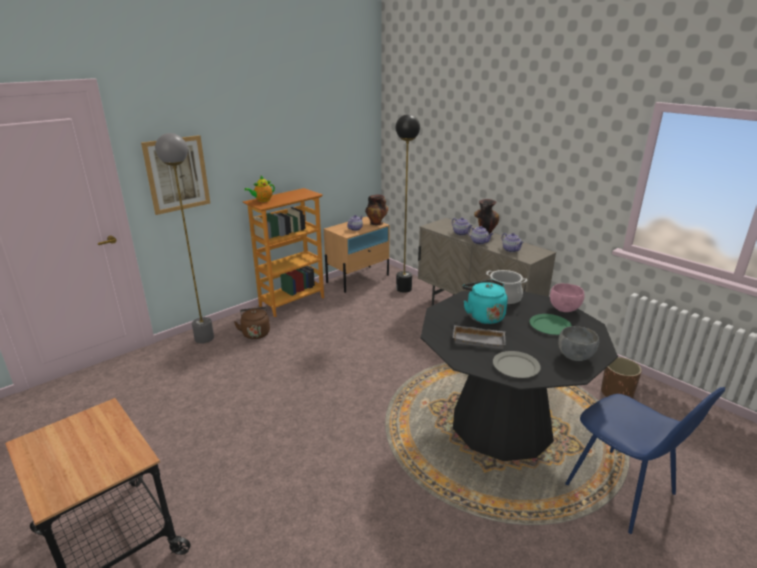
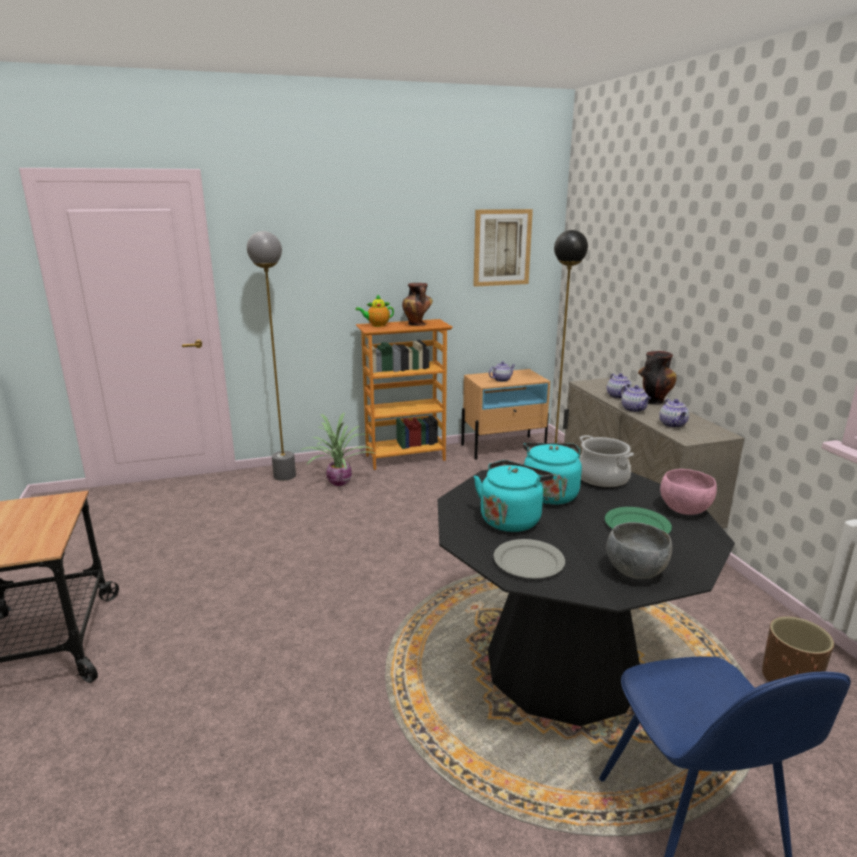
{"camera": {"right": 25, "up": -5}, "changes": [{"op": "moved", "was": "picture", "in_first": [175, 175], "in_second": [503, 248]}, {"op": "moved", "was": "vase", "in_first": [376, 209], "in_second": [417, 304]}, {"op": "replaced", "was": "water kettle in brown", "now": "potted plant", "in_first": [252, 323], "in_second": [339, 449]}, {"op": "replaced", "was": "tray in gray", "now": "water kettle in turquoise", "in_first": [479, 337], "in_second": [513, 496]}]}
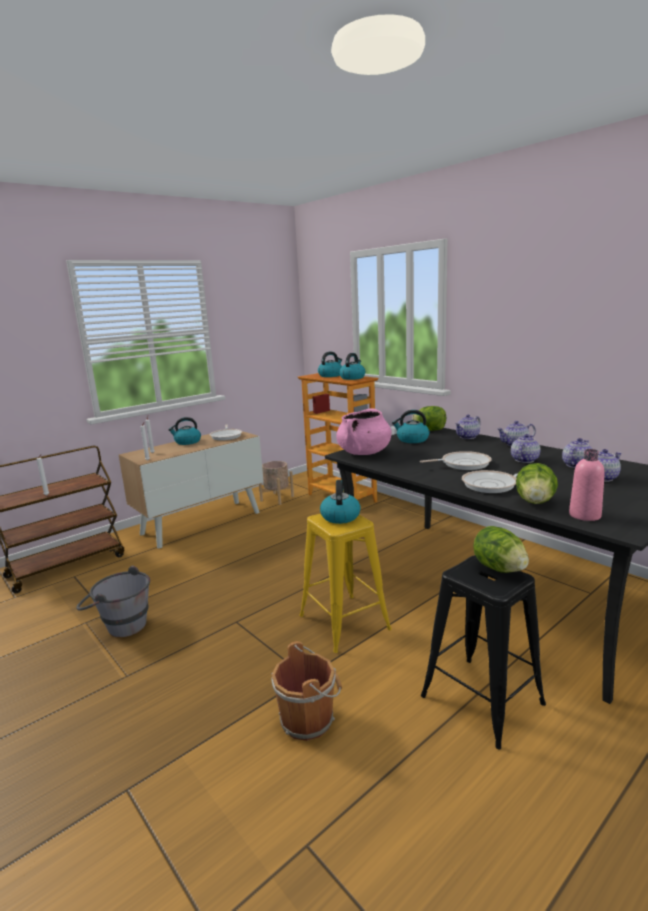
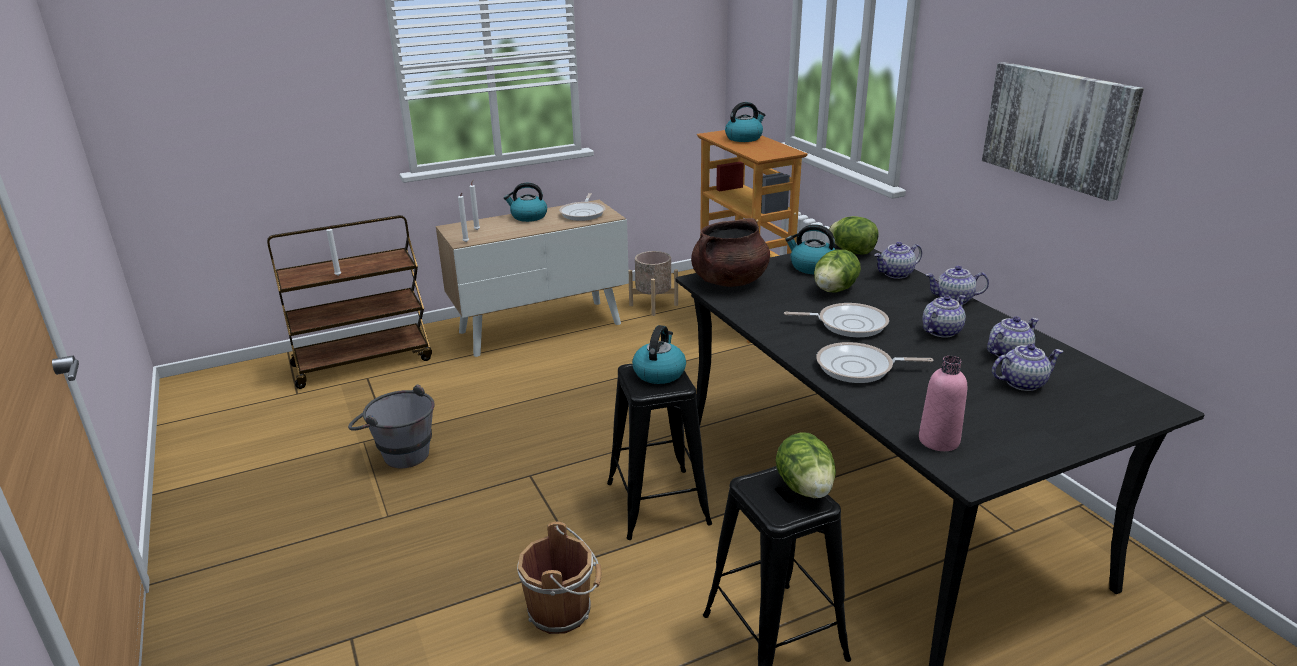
{"camera": {"right": 15, "up": 10}, "changes": [{"op": "removed", "was": "water kettle", "in_first": [352, 366]}, {"op": "added", "now": "picture", "in_second": [1063, 131]}, {"op": "moved", "was": "lettuce head", "in_first": [537, 483], "in_second": [837, 271]}, {"op": "recoloured", "was": "stool in yellow", "now": "stool in black-coloured", "in_first": [345, 583], "in_second": [659, 452]}, {"op": "recoloured", "was": "saucepot in pink", "now": "saucepot in brown", "in_first": [364, 431], "in_second": [730, 252]}]}
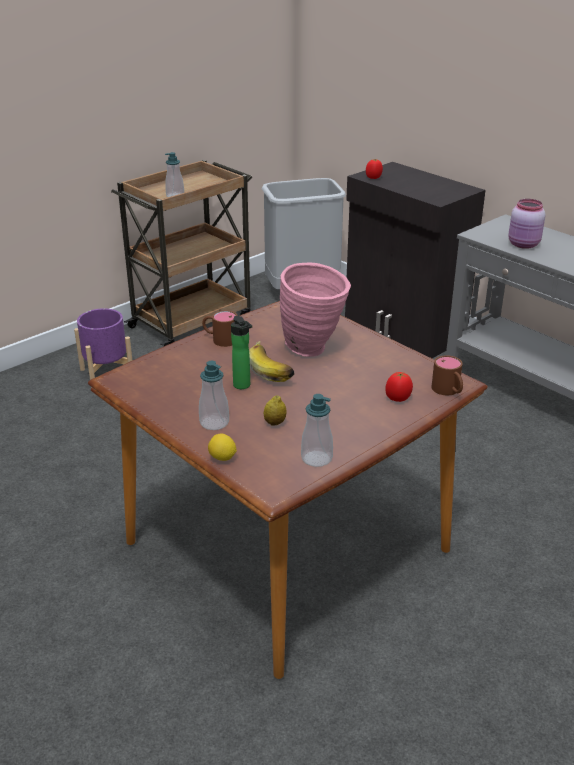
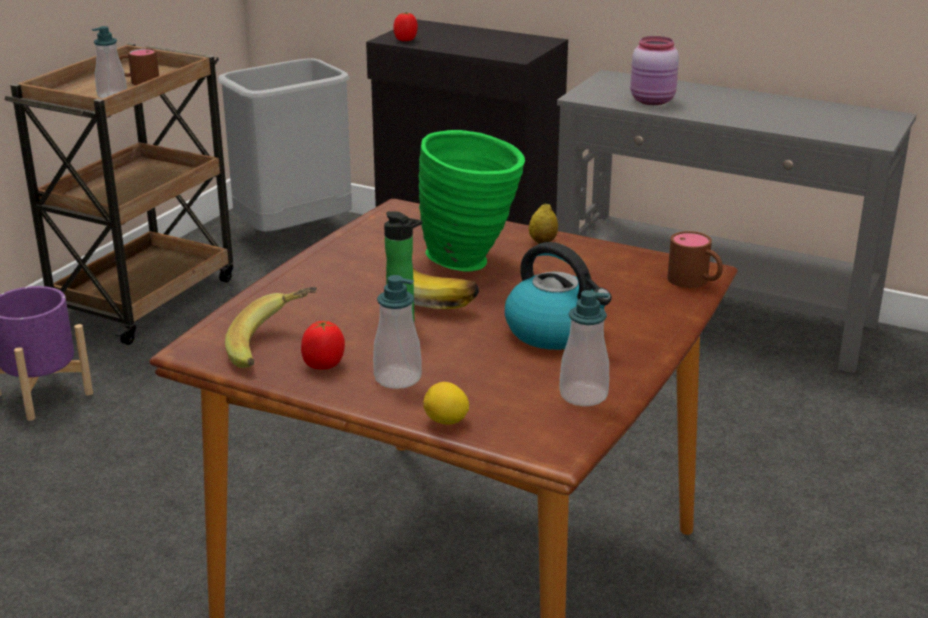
{"camera": {"right": -20, "up": -5}, "changes": [{"op": "added", "now": "banana fruit", "in_second": [271, 327]}, {"op": "added", "now": "water kettle", "in_second": [558, 296]}, {"op": "moved", "was": "coffee mug in brown", "in_first": [219, 328], "in_second": [139, 66]}, {"op": "moved", "was": "lemon", "in_first": [275, 410], "in_second": [543, 223]}, {"op": "moved", "was": "whole tomato", "in_first": [399, 387], "in_second": [323, 345]}, {"op": "recoloured", "was": "vase in pink", "now": "vase in green-coloured", "in_first": [315, 310], "in_second": [472, 201]}]}
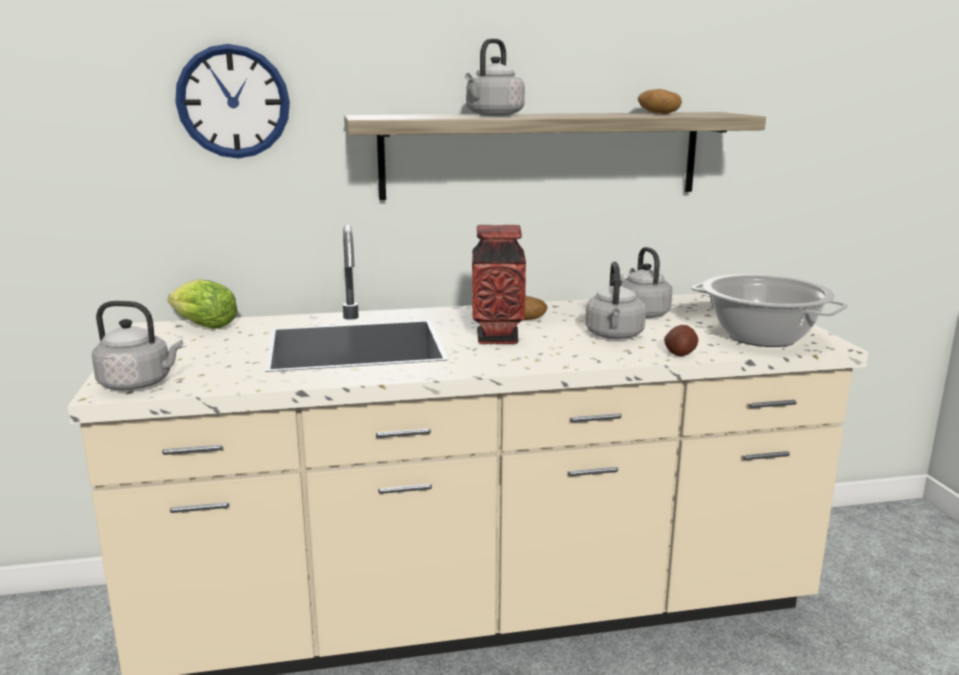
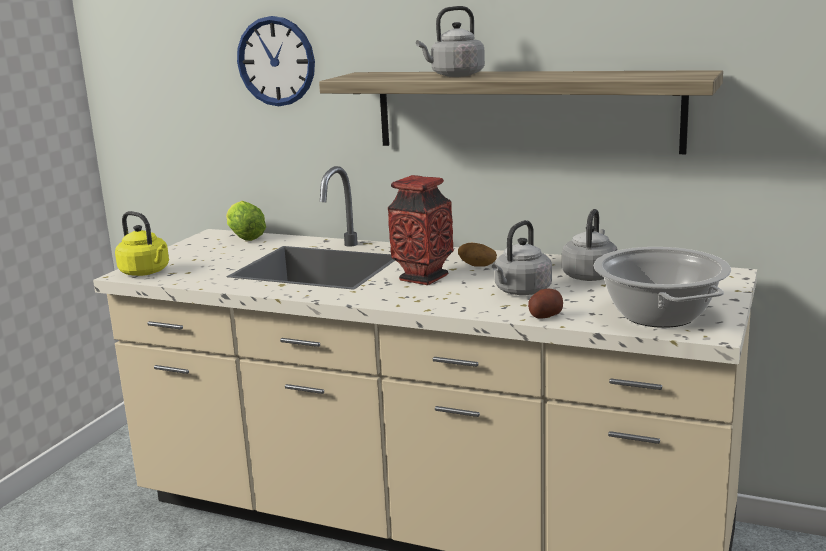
{"camera": {"right": 35, "up": 0}, "changes": [{"op": "removed", "was": "potato", "in_first": [660, 101]}, {"op": "recoloured", "was": "water kettle in gray", "now": "water kettle in yellow", "in_first": [137, 345], "in_second": [142, 243]}]}
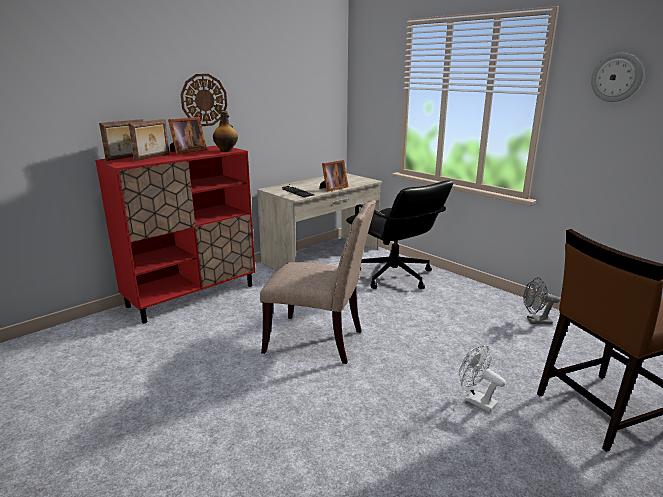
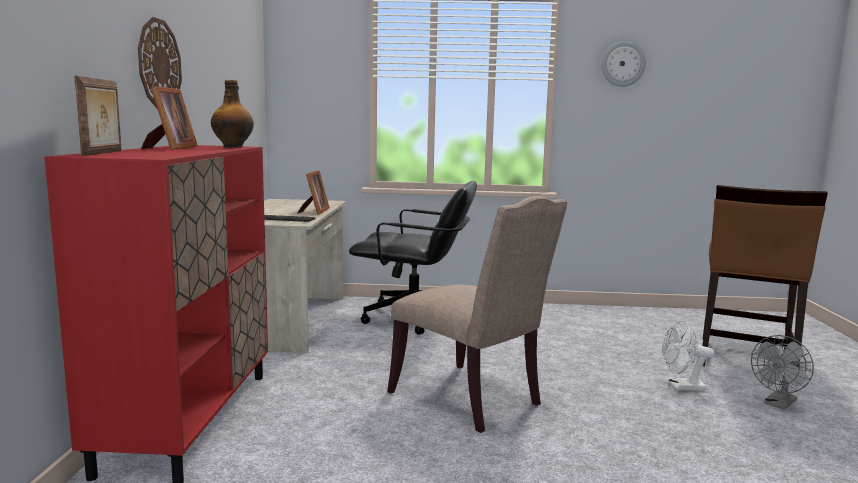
{"camera": {"right": -45, "up": -10}, "changes": [{"op": "removed", "was": "photo frame", "in_first": [149, 140]}, {"op": "moved", "was": "electric fan in gray", "in_first": [541, 301], "in_second": [782, 372]}, {"op": "turned", "was": "upright chair in beige-coloured", "in_first": [318, 282], "in_second": [477, 314], "clockwise": 75}]}
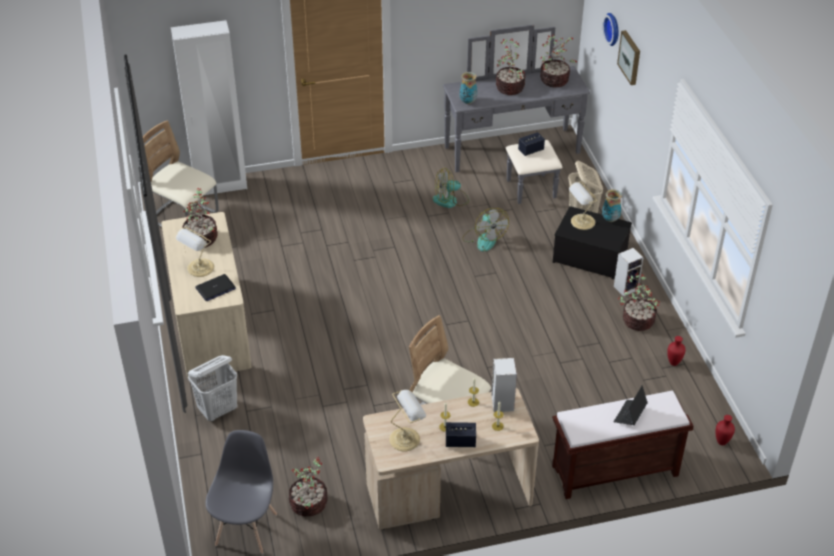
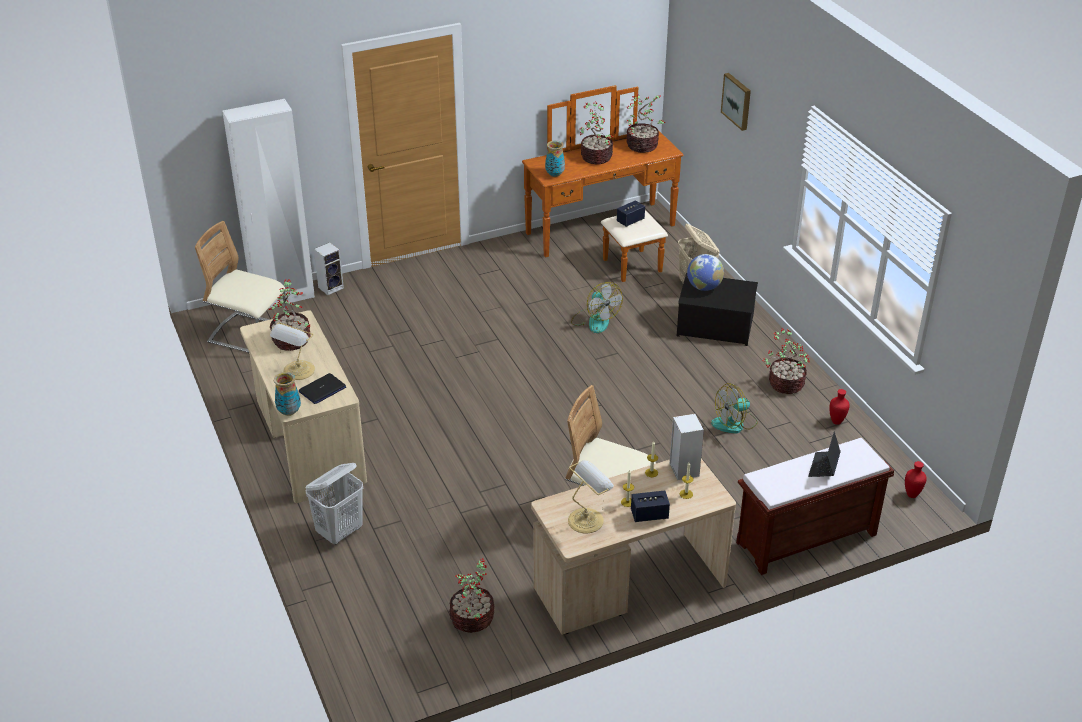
{"camera": {"right": -10, "up": -5}, "changes": [{"op": "removed", "was": "upright chair in gray", "in_first": [241, 492]}, {"op": "removed", "was": "clock on the wall", "in_first": [611, 29]}, {"op": "moved", "was": "electric fan", "in_first": [451, 188], "in_second": [734, 408]}, {"op": "moved", "was": "vase", "in_first": [612, 205], "in_second": [287, 394]}, {"op": "moved", "was": "speaker", "in_first": [629, 272], "in_second": [329, 268]}, {"op": "replaced", "was": "tabletop lamp", "now": "globe", "in_first": [583, 205], "in_second": [705, 272]}, {"op": "recoloured", "was": "dresser in gray", "now": "dresser in brown", "in_first": [516, 114], "in_second": [603, 183]}]}
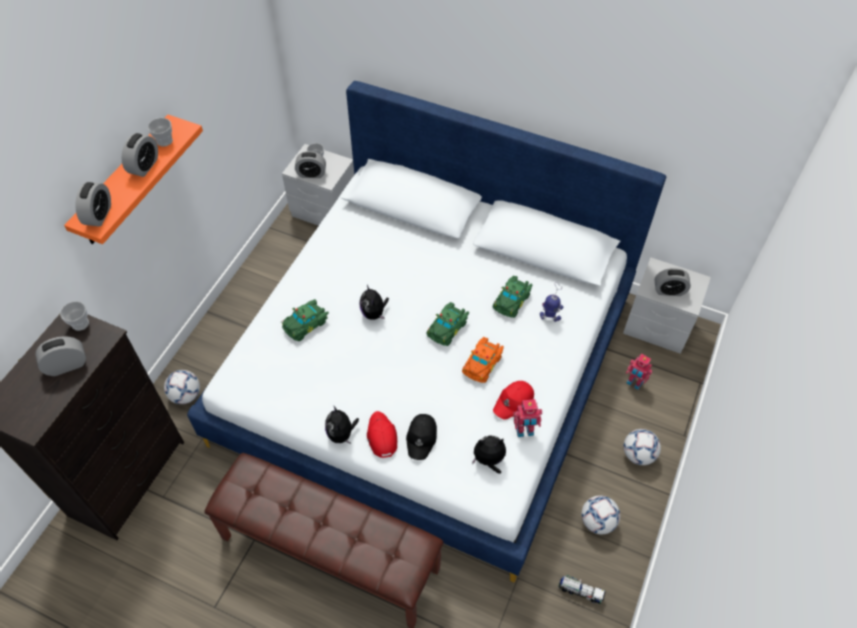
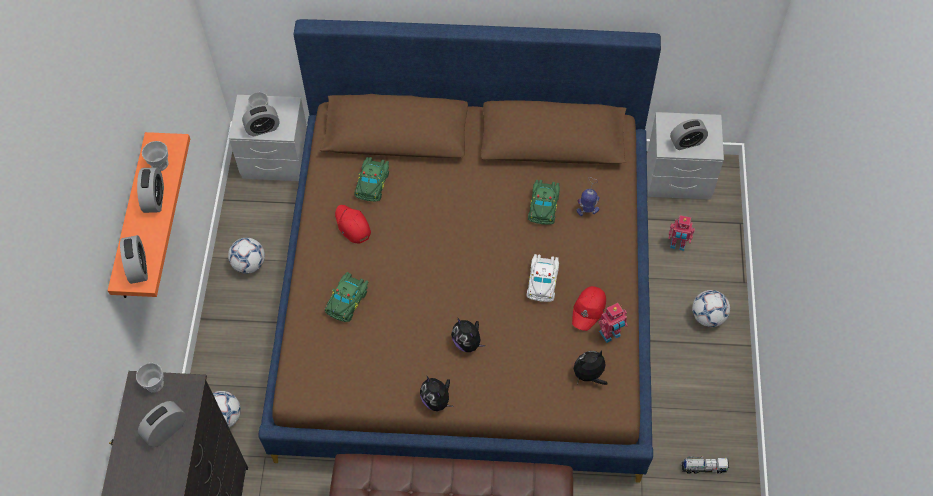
{"camera": {"right": -20, "up": 5}, "changes": [{"op": "removed", "was": "baseball cap in black-coloured", "in_first": [421, 437]}, {"op": "moved", "was": "plush toy", "in_first": [374, 302], "in_second": [468, 335]}, {"op": "moved", "was": "baseball cap in reddish", "in_first": [382, 434], "in_second": [353, 224]}, {"op": "moved", "was": "toy car in green-coloured", "in_first": [447, 324], "in_second": [371, 179]}, {"op": "moved", "was": "football ball", "in_first": [601, 514], "in_second": [246, 256]}, {"op": "recoloured", "was": "bed in white-coloured", "now": "bed in brown", "in_first": [426, 331], "in_second": [460, 251]}, {"op": "recoloured", "was": "toy car in orange", "now": "toy car in white-coloured", "in_first": [483, 360], "in_second": [543, 278]}]}
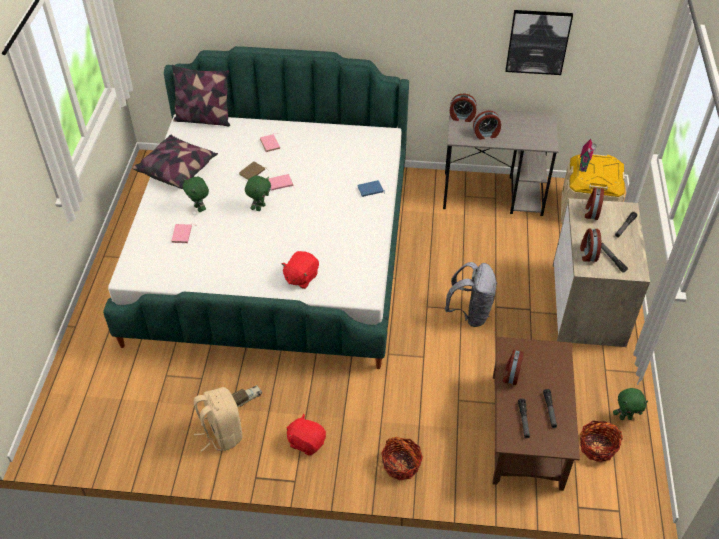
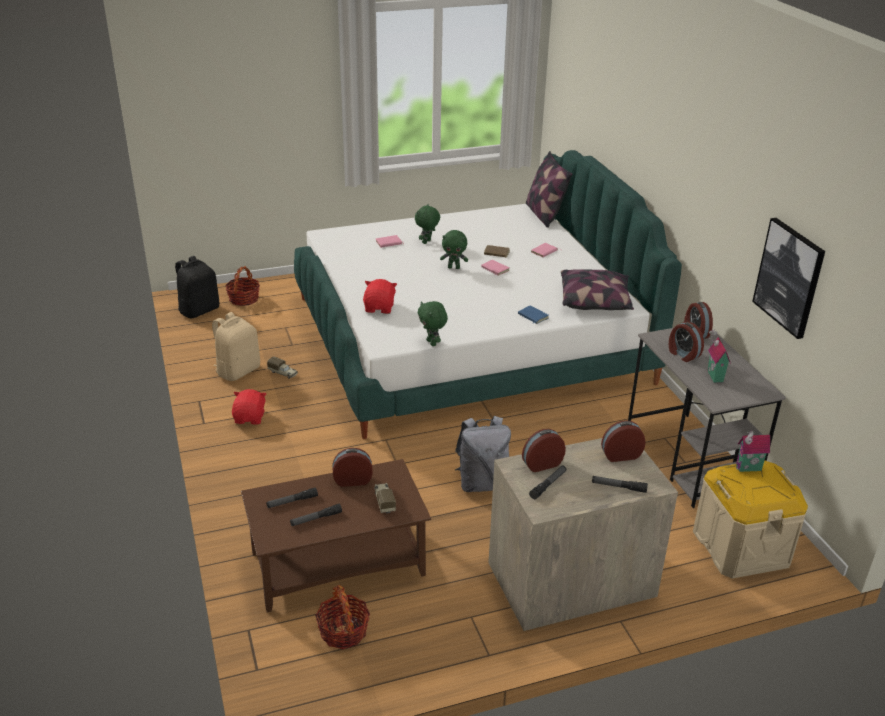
{"camera": {"right": 65, "up": -15}, "changes": [{"op": "added", "now": "backpack in black-coloured", "in_second": [197, 287]}, {"op": "added", "now": "model truck", "in_second": [385, 498]}, {"op": "added", "now": "miniature house", "in_second": [719, 356]}, {"op": "moved", "was": "cushion", "in_first": [175, 162], "in_second": [597, 289]}, {"op": "moved", "was": "household basket", "in_first": [402, 458], "in_second": [242, 286]}, {"op": "moved", "was": "plush toy in green-coloured", "in_first": [630, 404], "in_second": [433, 323]}, {"op": "turned", "was": "plush toy in reddish", "in_first": [300, 270], "in_second": [380, 296], "clockwise": 90}]}
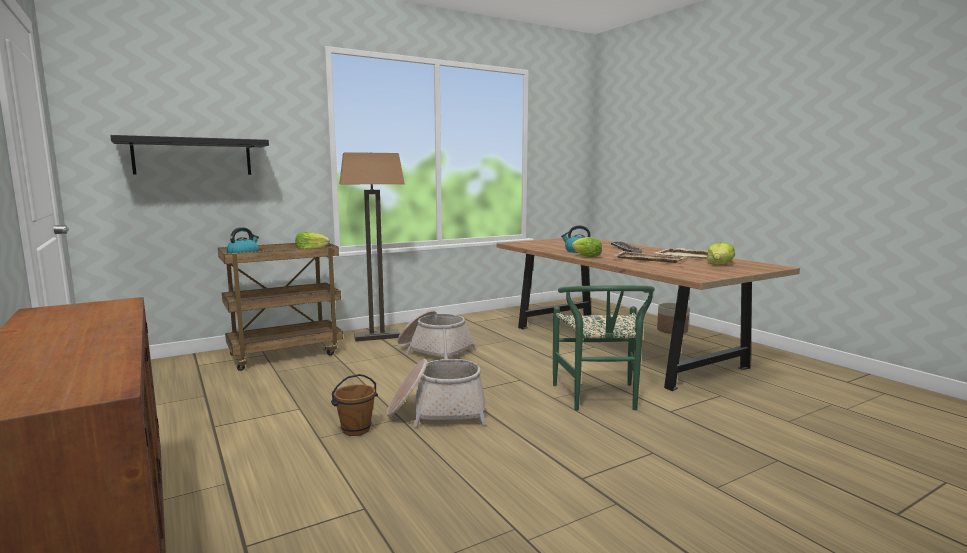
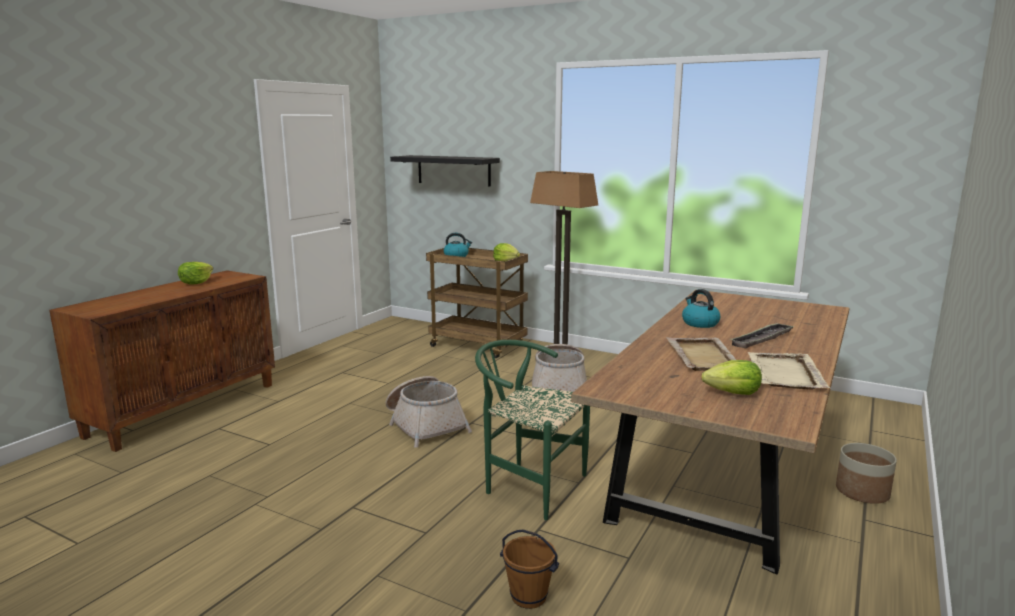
{"camera": {"right": 60, "up": 5}, "changes": [{"op": "moved", "was": "bucket in brown", "in_first": [354, 405], "in_second": [529, 569]}, {"op": "moved", "was": "lettuce head", "in_first": [586, 247], "in_second": [195, 273]}, {"op": "turned", "was": "upright chair in green-coloured", "in_first": [604, 348], "in_second": [532, 430], "clockwise": 60}]}
